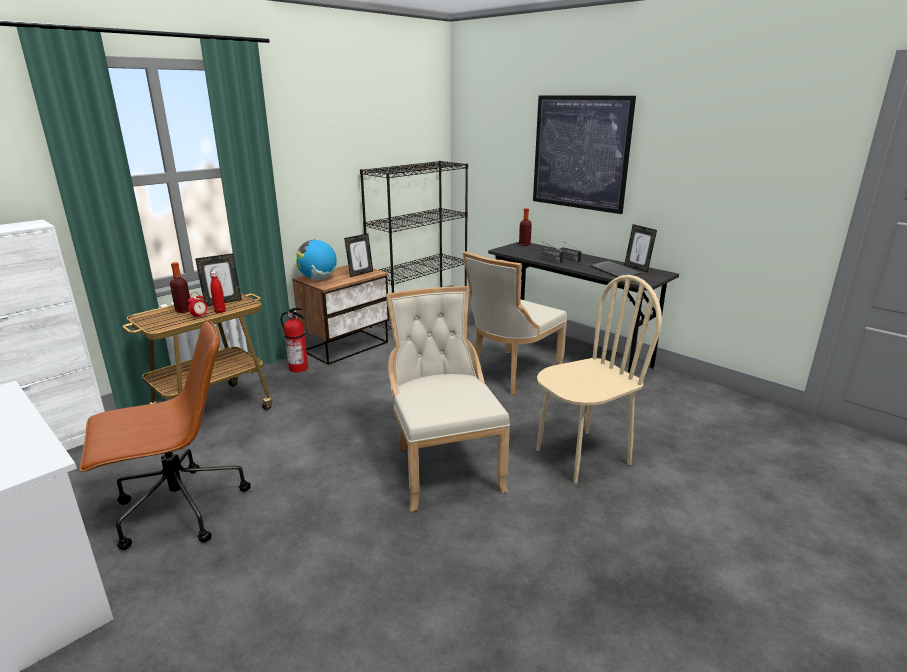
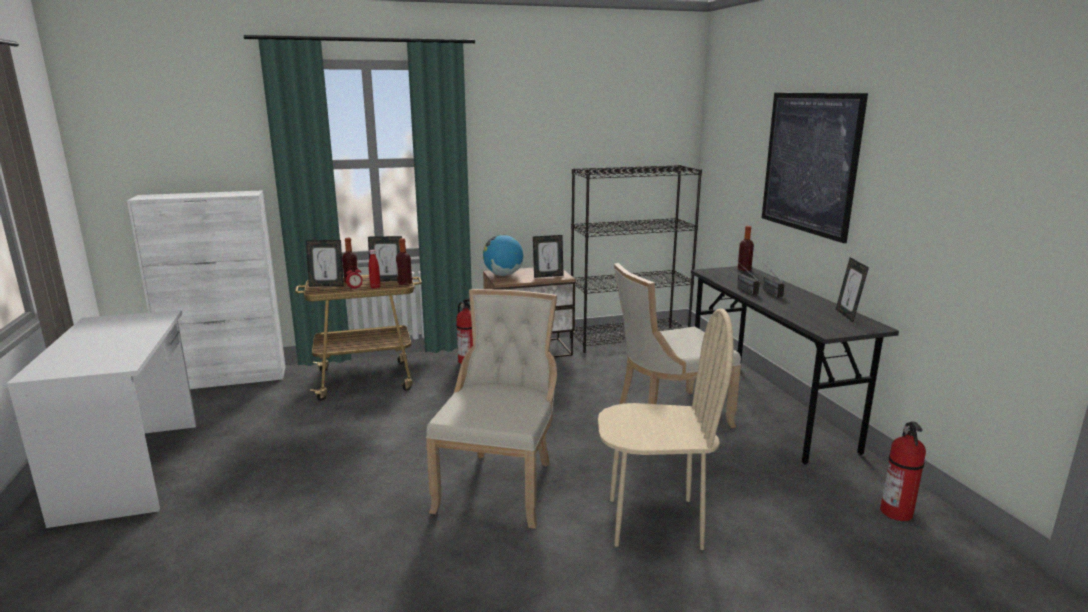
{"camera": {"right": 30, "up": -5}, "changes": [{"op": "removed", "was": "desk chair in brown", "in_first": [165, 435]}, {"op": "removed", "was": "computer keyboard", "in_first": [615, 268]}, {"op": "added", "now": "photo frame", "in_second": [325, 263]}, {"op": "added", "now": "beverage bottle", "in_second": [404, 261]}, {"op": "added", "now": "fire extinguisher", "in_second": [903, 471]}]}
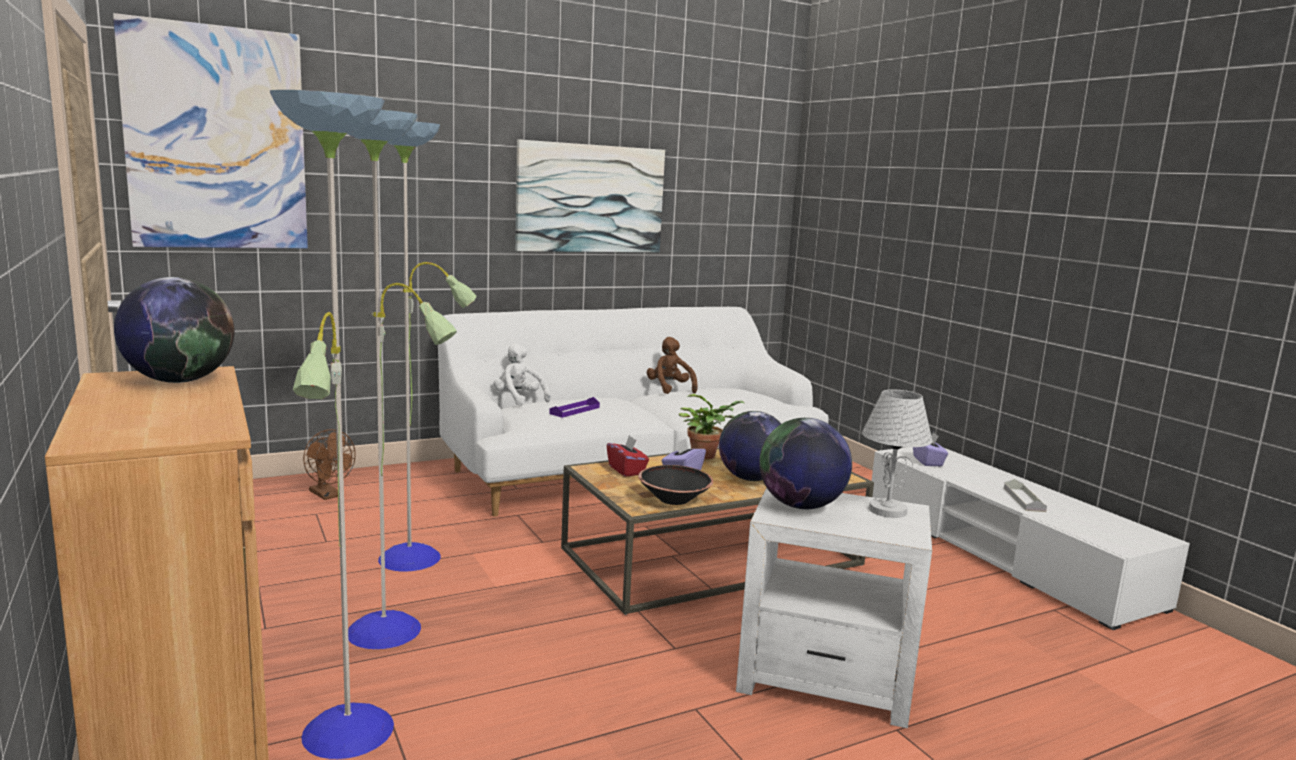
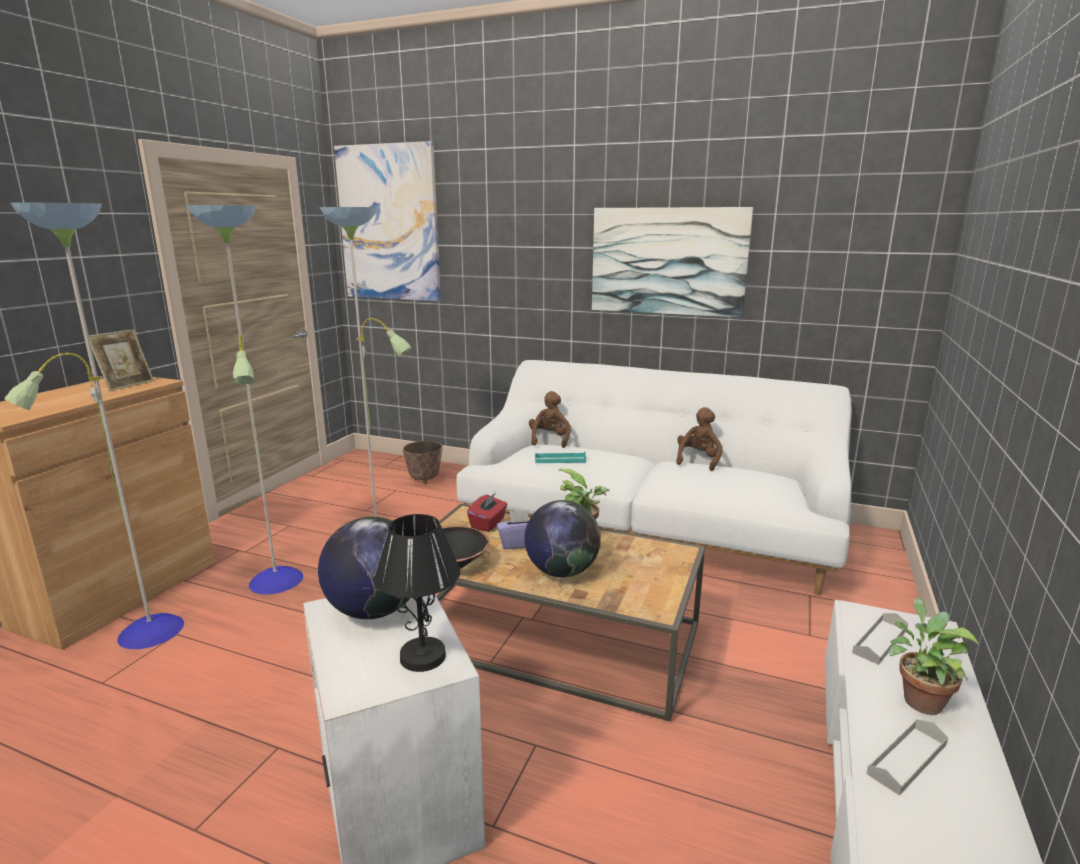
{"camera": {"right": 50, "up": 5}, "changes": [{"op": "added", "now": "potted plant", "in_second": [934, 656]}, {"op": "replaced", "was": "globe", "now": "photo frame", "in_first": [174, 330], "in_second": [121, 360]}, {"op": "replaced", "was": "electric fan in brown", "now": "planter", "in_first": [329, 464], "in_second": [422, 463]}, {"op": "replaced", "was": "tissue holder in purple-coloured", "now": "tray in gray", "in_first": [930, 449], "in_second": [880, 639]}, {"op": "recoloured", "was": "plush toy in white-coloured", "now": "plush toy in brown", "in_first": [522, 374], "in_second": [550, 419]}, {"op": "recoloured", "was": "tray in purple-coloured", "now": "tray in turquoise", "in_first": [574, 407], "in_second": [560, 457]}, {"op": "recoloured", "was": "tabletop lamp in white-coloured", "now": "tabletop lamp in black-coloured", "in_first": [897, 453], "in_second": [417, 593]}]}
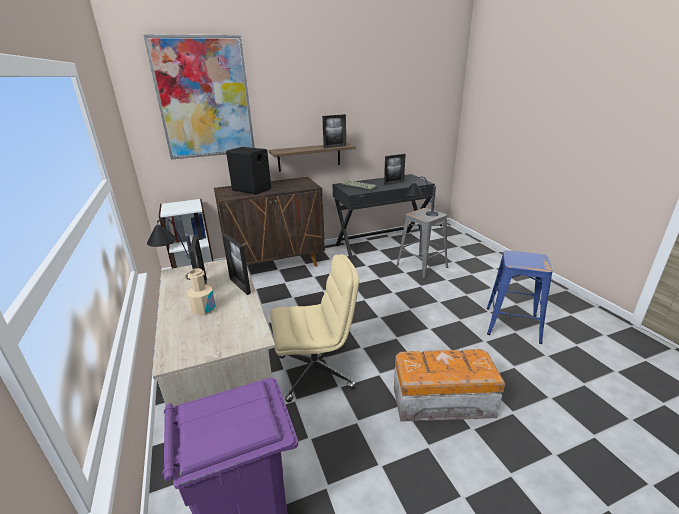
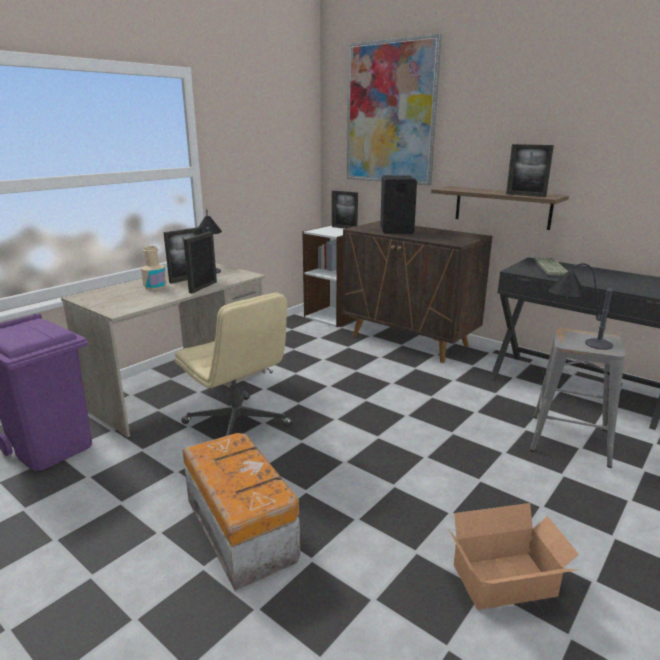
{"camera": {"right": 60, "up": -5}, "changes": [{"op": "moved", "was": "photo frame", "in_first": [395, 169], "in_second": [345, 209]}, {"op": "replaced", "was": "stool in bluish", "now": "packing box", "in_first": [520, 297], "in_second": [513, 556]}]}
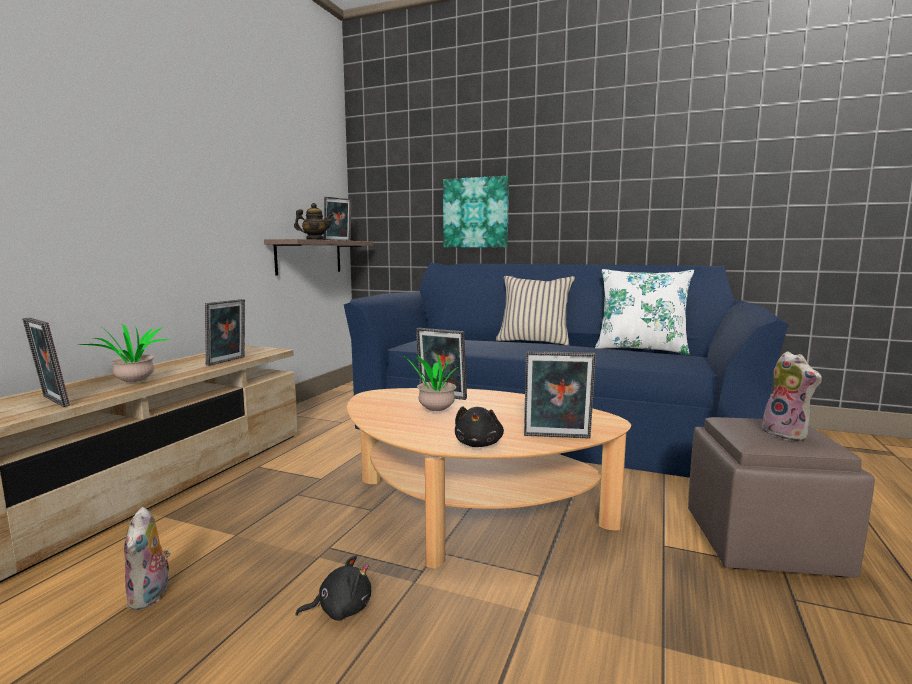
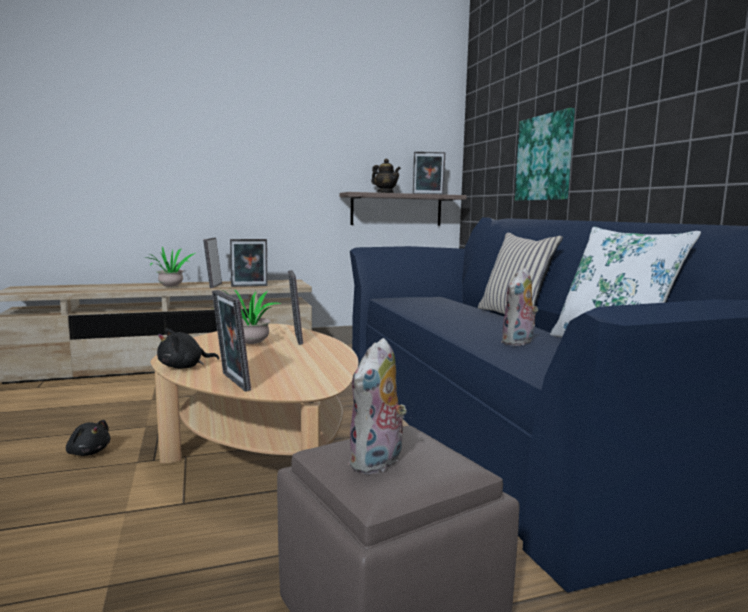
{"camera": {"right": 50, "up": 0}, "changes": [{"op": "moved", "was": "photo frame", "in_first": [46, 362], "in_second": [212, 263]}, {"op": "moved", "was": "plush toy", "in_first": [147, 558], "in_second": [519, 307]}]}
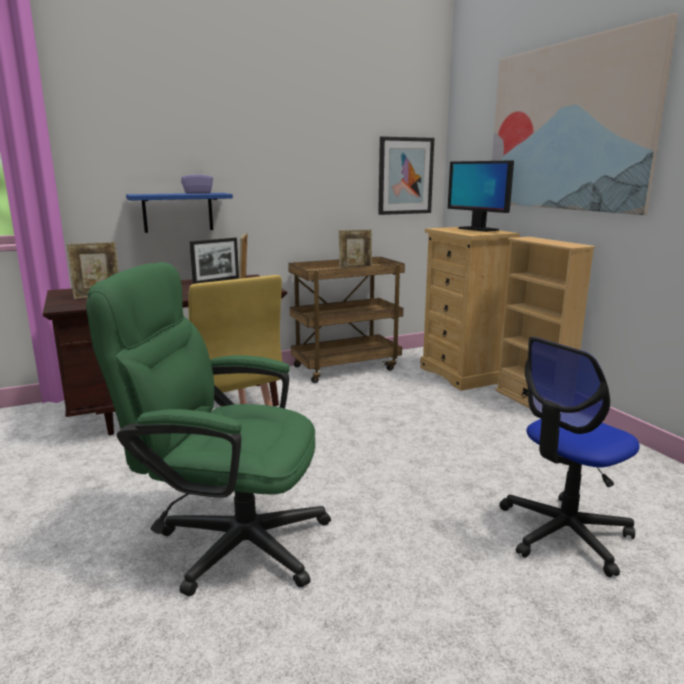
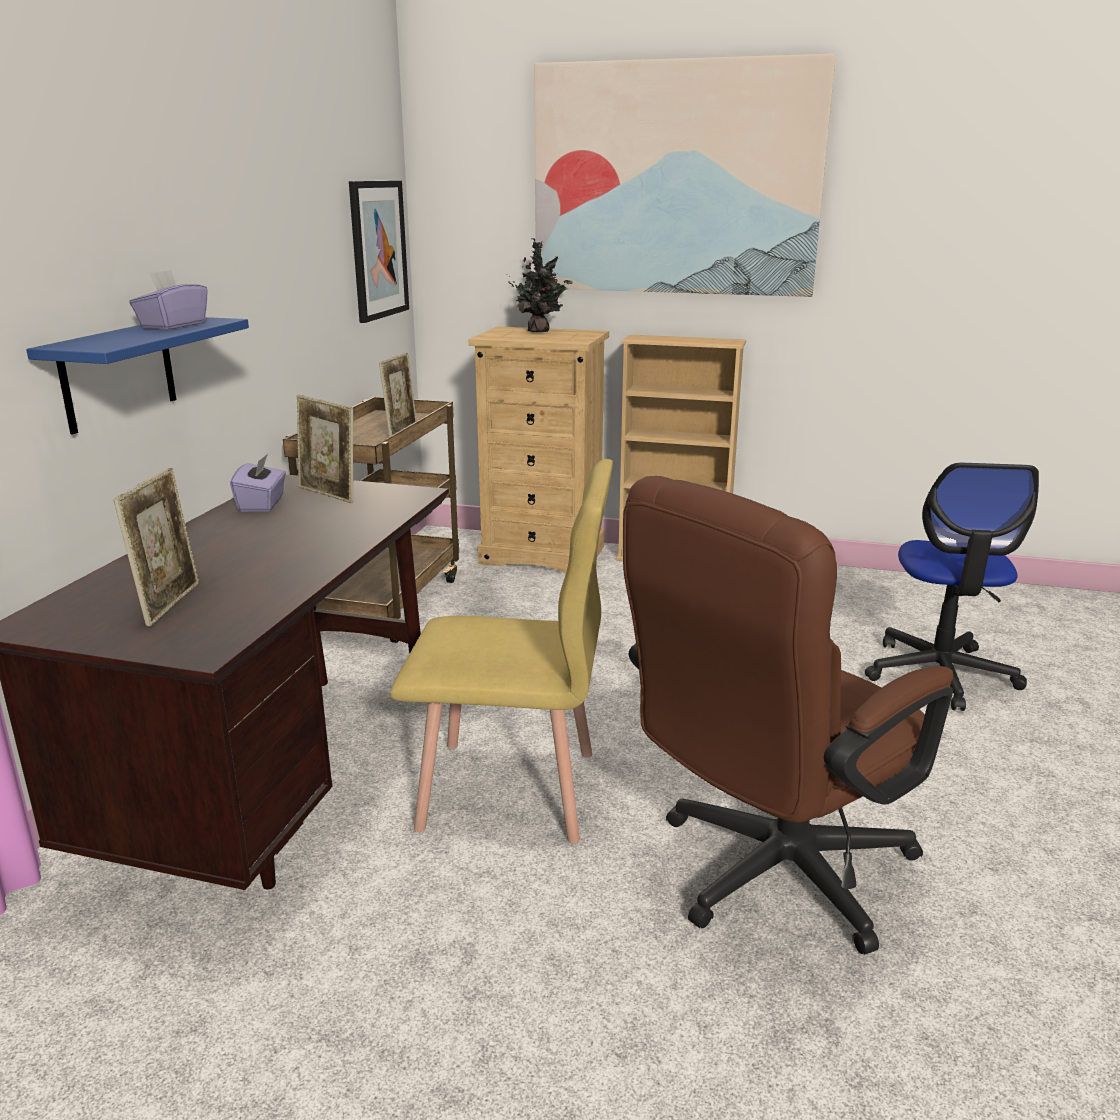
{"camera": {"right": -50, "up": 5}, "changes": [{"op": "replaced", "was": "photo frame", "now": "tissue holder in purple-coloured", "in_first": [214, 261], "in_second": [258, 483]}, {"op": "replaced", "was": "monitor", "now": "potted plant", "in_first": [481, 196], "in_second": [540, 285]}, {"op": "recoloured", "was": "desk chair in green-coloured", "now": "desk chair in brown", "in_first": [208, 429], "in_second": [788, 715]}]}
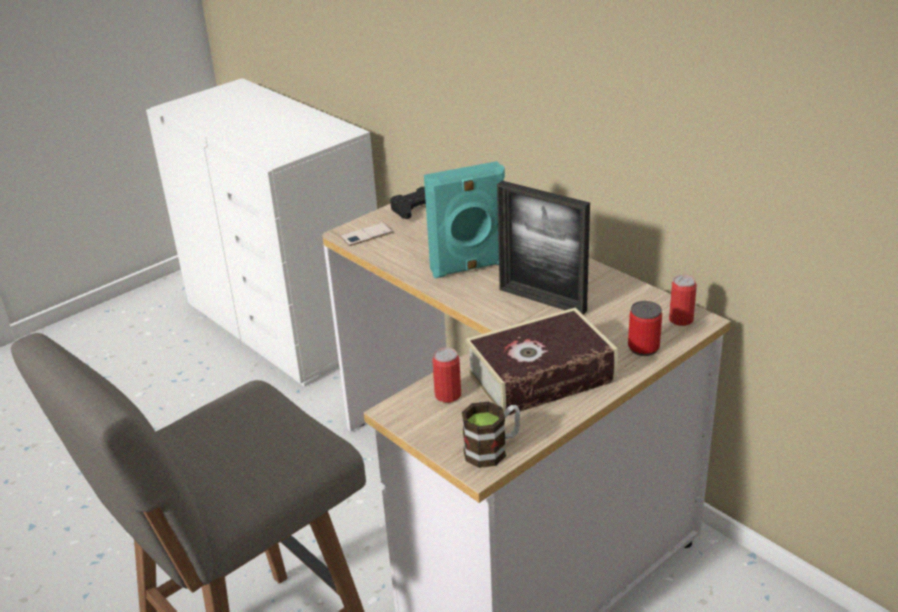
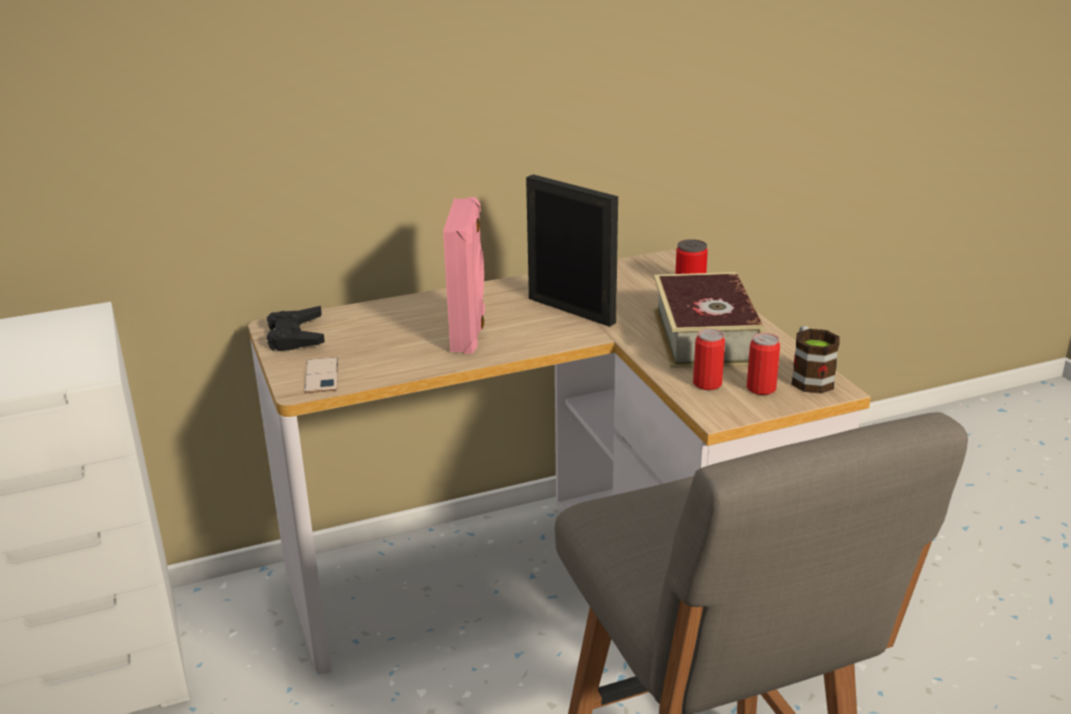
{"camera": {"right": -70, "up": -5}, "changes": [{"op": "moved", "was": "can", "in_first": [683, 300], "in_second": [763, 364]}, {"op": "recoloured", "was": "speaker in turquoise", "now": "speaker in pink", "in_first": [464, 219], "in_second": [464, 275]}, {"op": "turned", "was": "photo frame", "in_first": [543, 248], "in_second": [572, 250], "clockwise": -105}]}
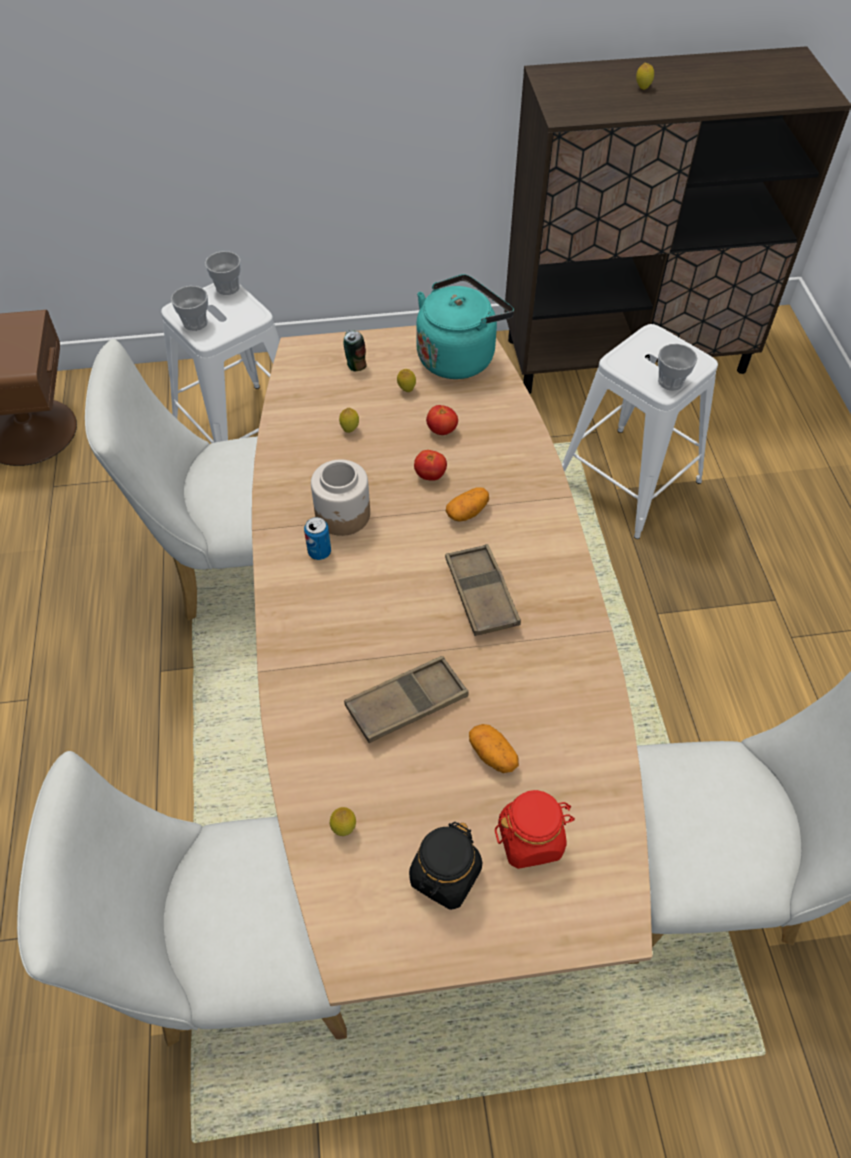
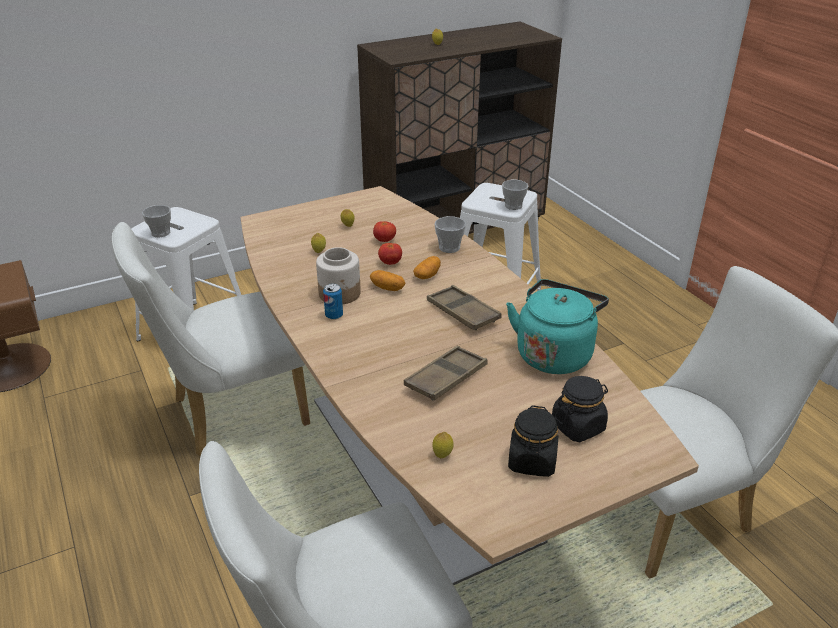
{"camera": {"right": -20, "up": -20}, "changes": [{"op": "removed", "was": "can", "in_first": [355, 351]}, {"op": "moved", "was": "small cup", "in_first": [223, 273], "in_second": [450, 234]}, {"op": "moved", "was": "water kettle in turquoise", "in_first": [465, 326], "in_second": [557, 326]}, {"op": "moved", "was": "potato", "in_first": [494, 748], "in_second": [387, 280]}, {"op": "recoloured", "was": "preserve jar in reddish", "now": "preserve jar in black-coloured", "in_first": [535, 829], "in_second": [580, 409]}]}
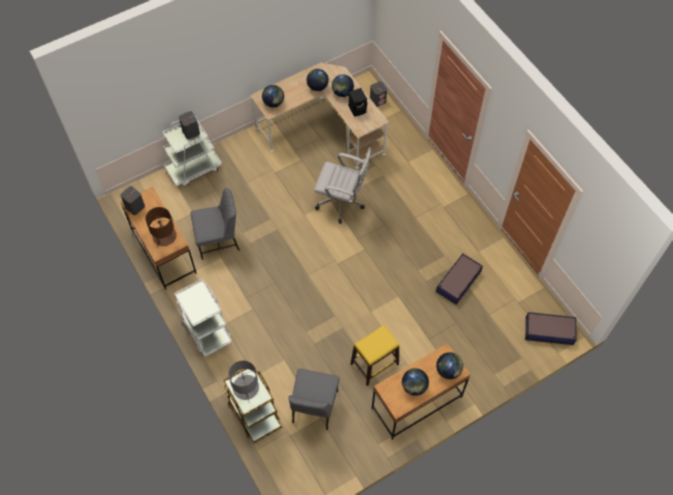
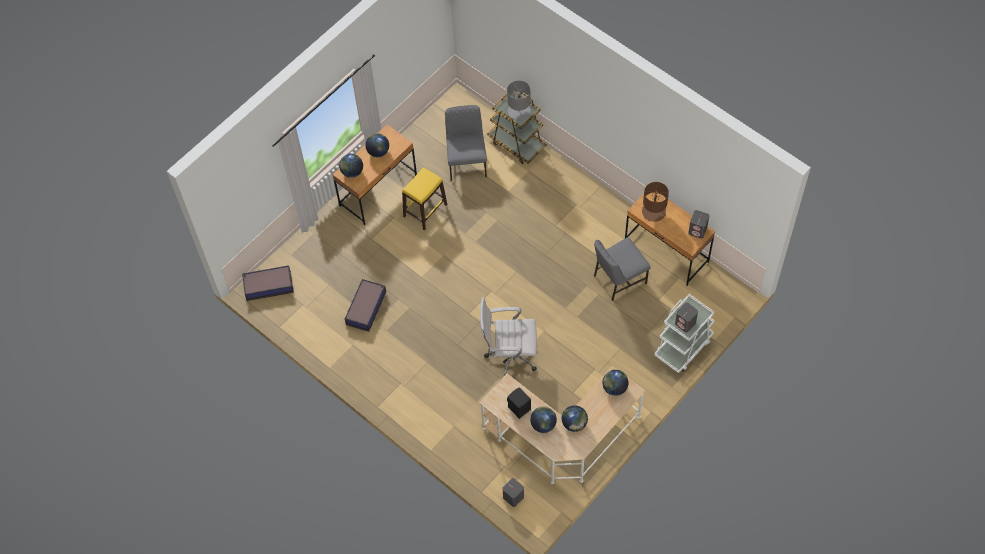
{"camera": {"right": 165, "up": 0}, "changes": [{"op": "removed", "was": "trolley in white-coloured", "in_first": [203, 318]}]}
